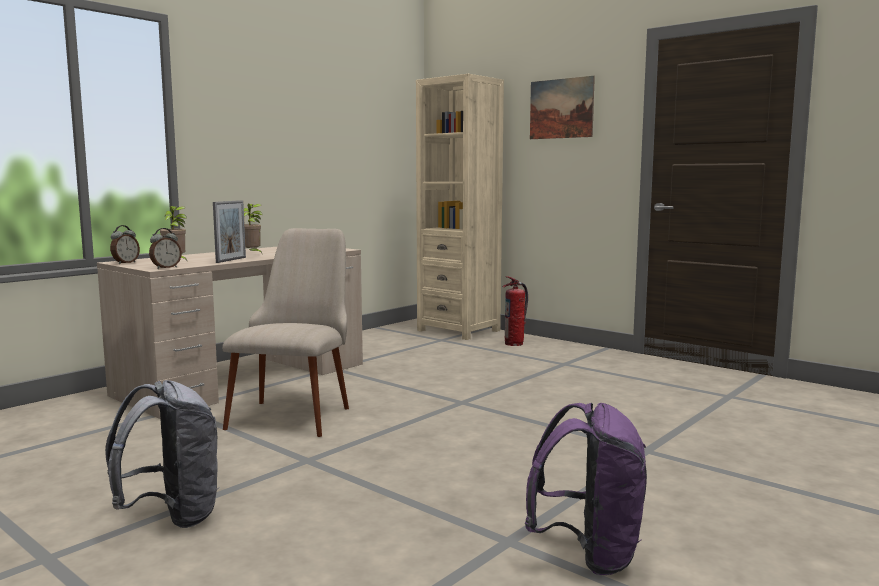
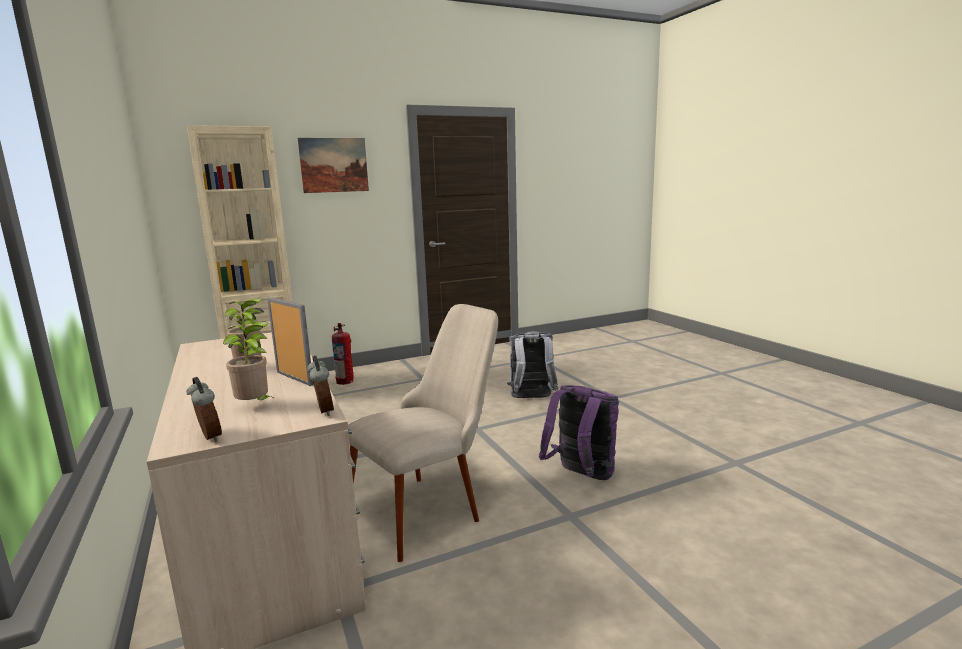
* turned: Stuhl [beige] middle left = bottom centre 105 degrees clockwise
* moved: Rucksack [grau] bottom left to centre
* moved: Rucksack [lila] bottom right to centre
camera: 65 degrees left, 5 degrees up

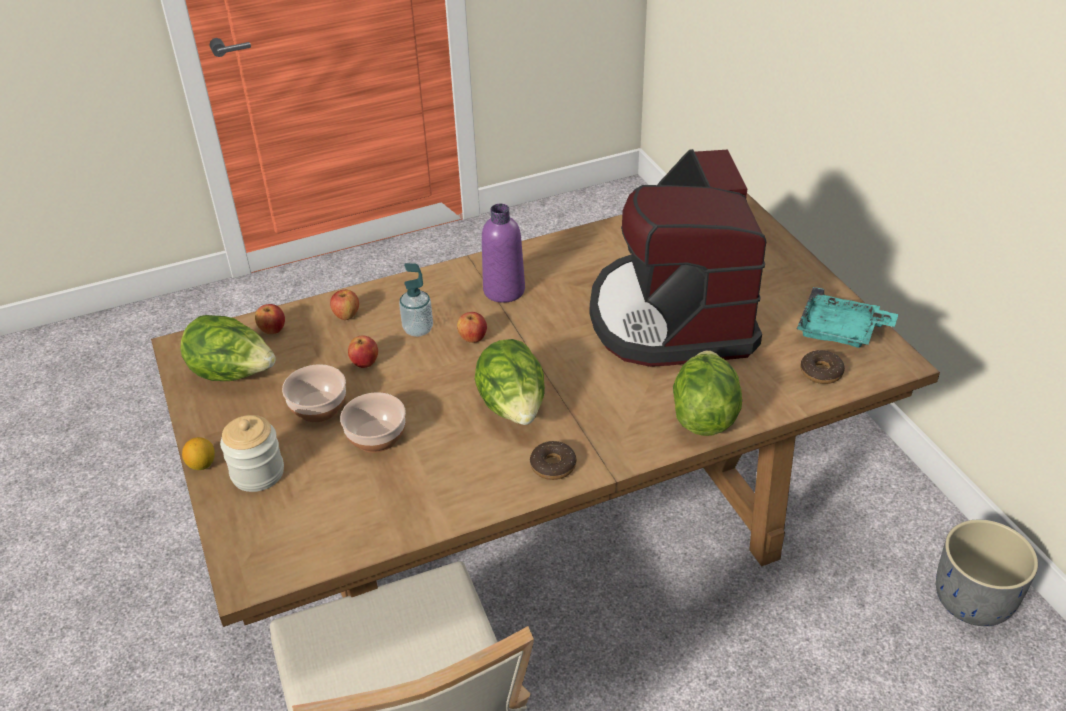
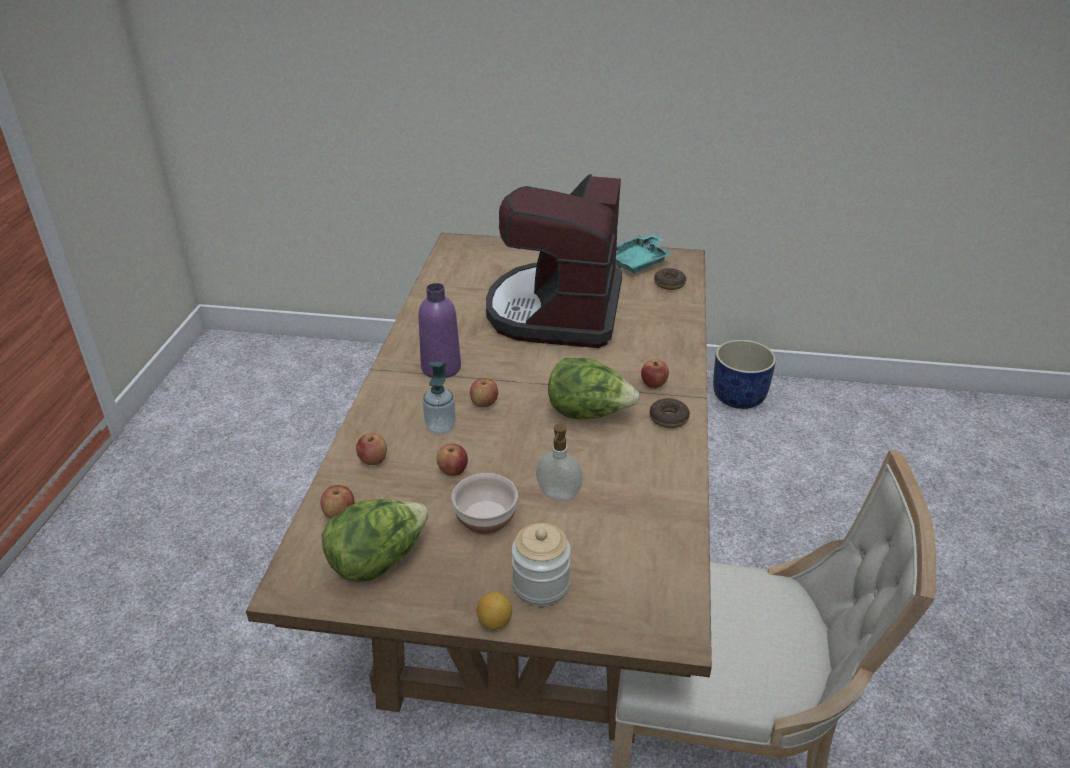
* turned: Kaffeemaschine centre = centre 75 degrees clockwise
* replaced: Schüssel (2nd from left) centre to Seifenspender (2nd from left) centre
* added: Apfel (5th from left) centre
* recoloured: Pflanzkübel [grau] bottom right to Pflanzkübel [blau] middle right
* removed: Salatkopf (3rd from left) centre
camera: 60 degrees left, 5 degrees down

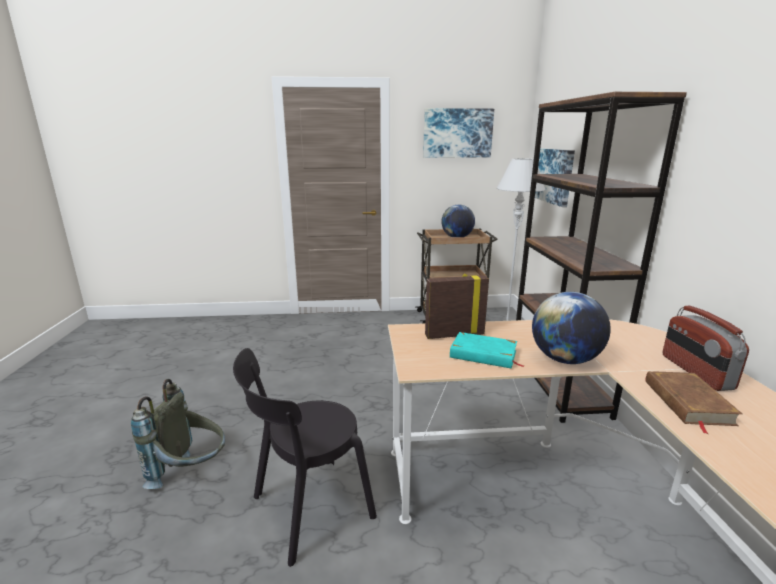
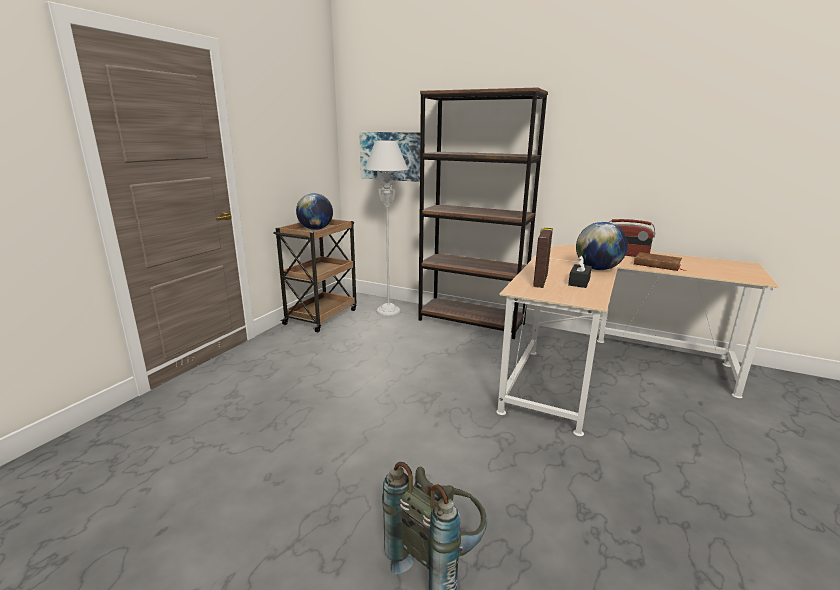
* replaced: Buch [türkis] centre to Taschentuchbox [schwarz] middle right
* removed: Stuhl [schwarz] bottom centre
* removed: Bild (1st from left) top centre
camera: 60 degrees left, 0 degrees up

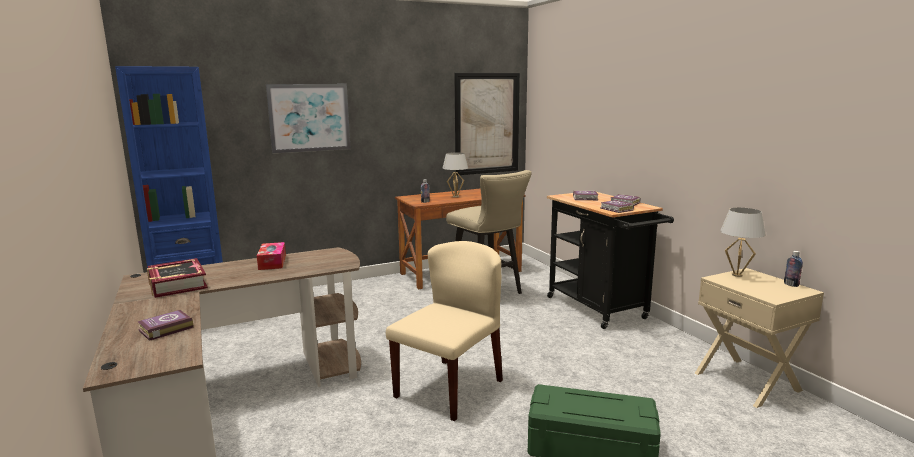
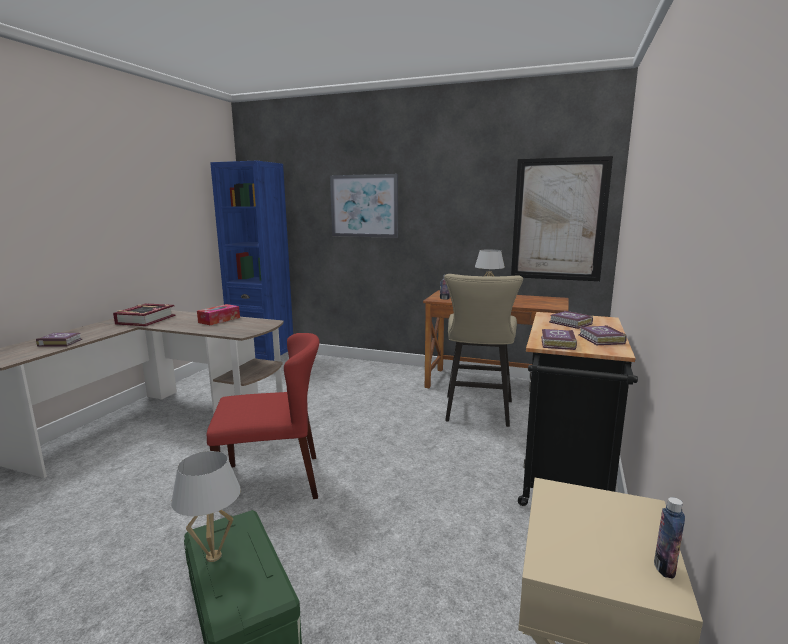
* moved: Tischlampe [weiß] (2nd from left in the first image) middle right to Tischlampe [weiß] (1st from left) bottom left
* recoloured: Stuhl [beige] bottom centre to Stuhl [rot] centre
camera: 45 degrees right, 0 degrees up

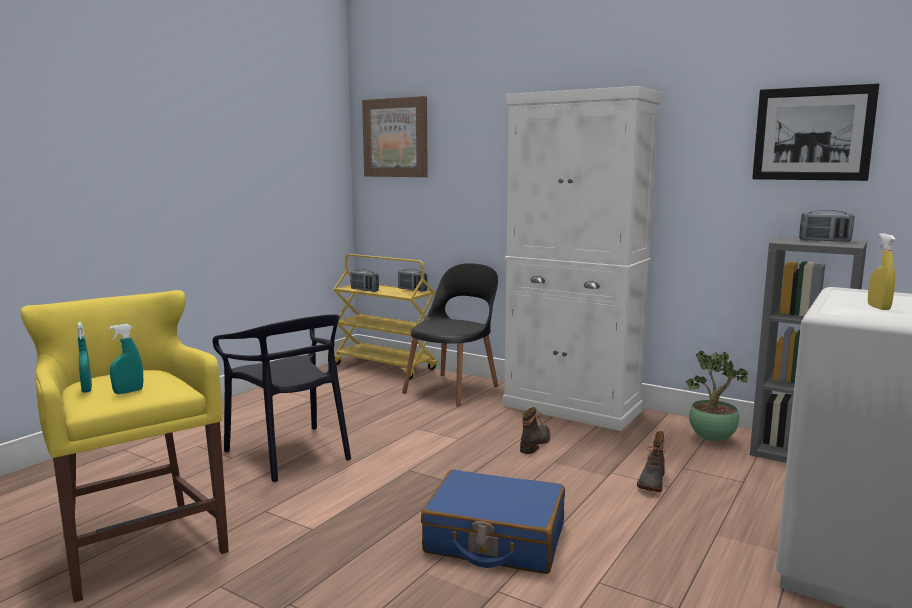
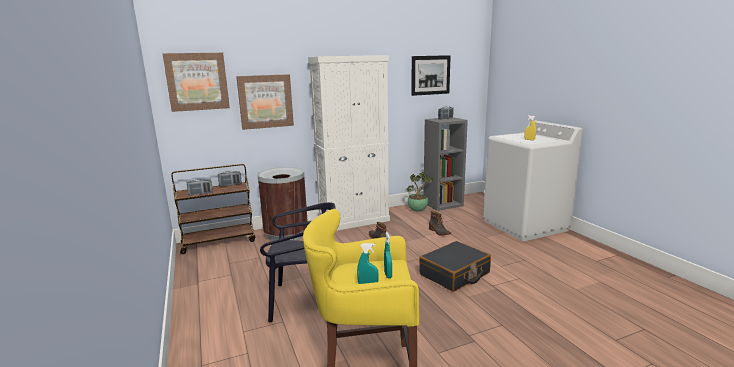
* recoloured: Rollwagen [gelb] centre to Rollwagen [braun] middle left
* added: Bild (2nd from left) top centre
* replaced: Stuhl [schwarz] (2nd from left) centre to Mülleimer [braun] centre
* recoloured: Koffer [blau] bottom centre to Koffer [schwarz] bottom centre
camera: 55 degrees left, 5 degrees up

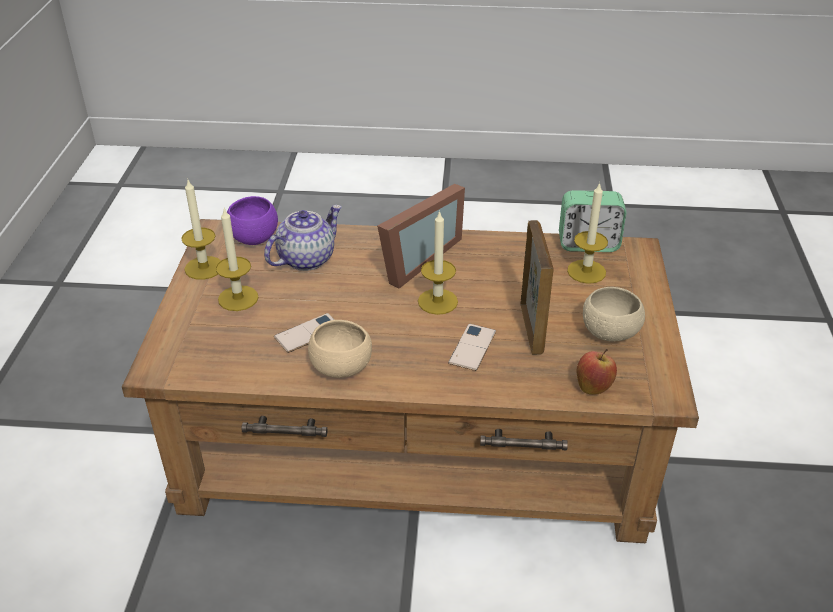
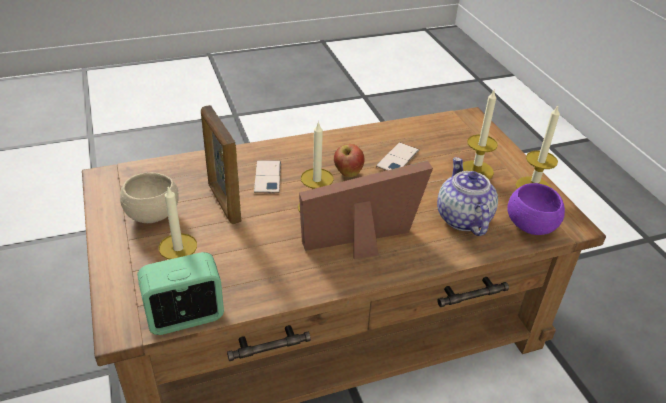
* turned: Bilderrahmen (1st from left in the first image) centre = centre 60 degrees clockwise
* moved: Apfel middle right to centre
* turned: Teekanne centre = middle right 150 degrees clockwise
* removed: Schüssel [beige] (1st from left) centre
camera: 155 degrees right, 0 degrees up

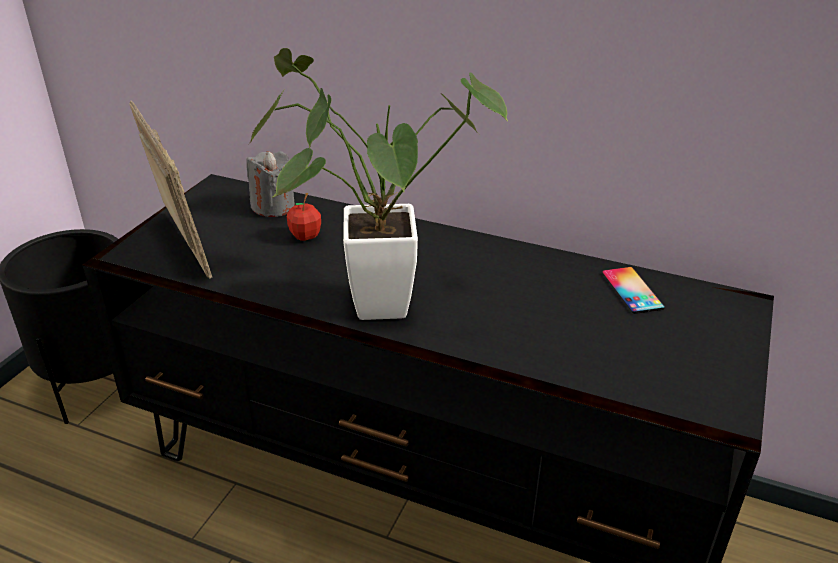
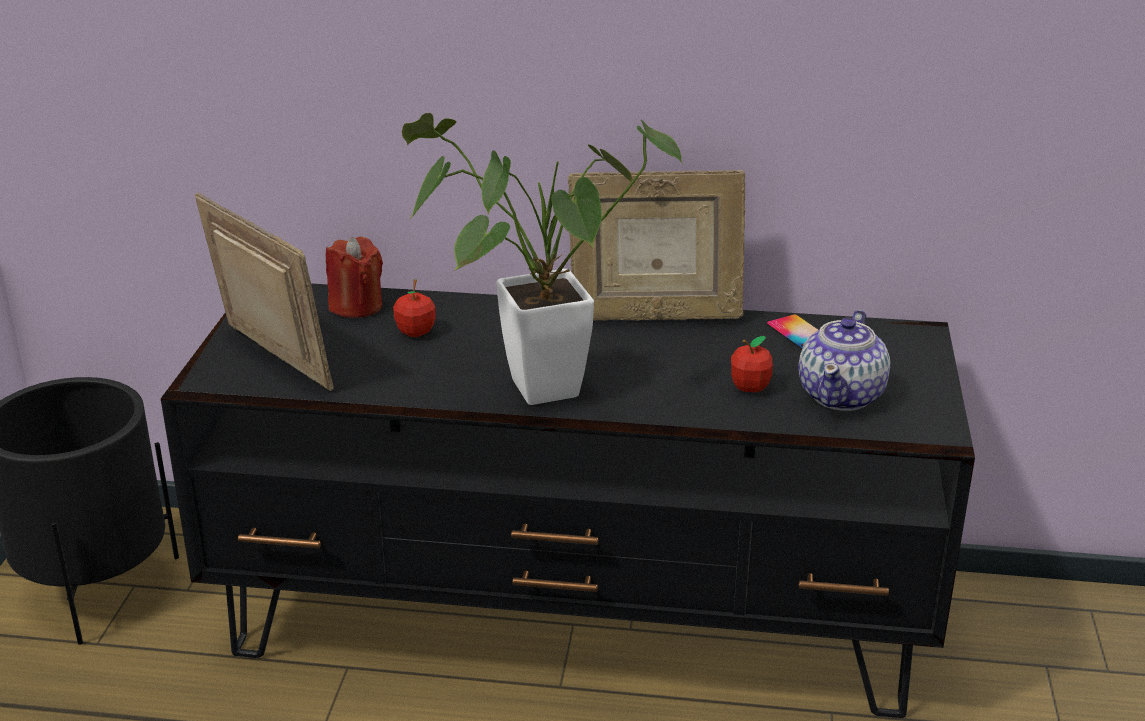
* recoloured: Kerze [grau] top left to Kerze [rot] middle left
* added: Bilderrahmen (2nd from left) centre
* added: Apfel (2nd from left) centre
* added: Teekanne middle right
camera: 15 degrees left, 5 degrees down

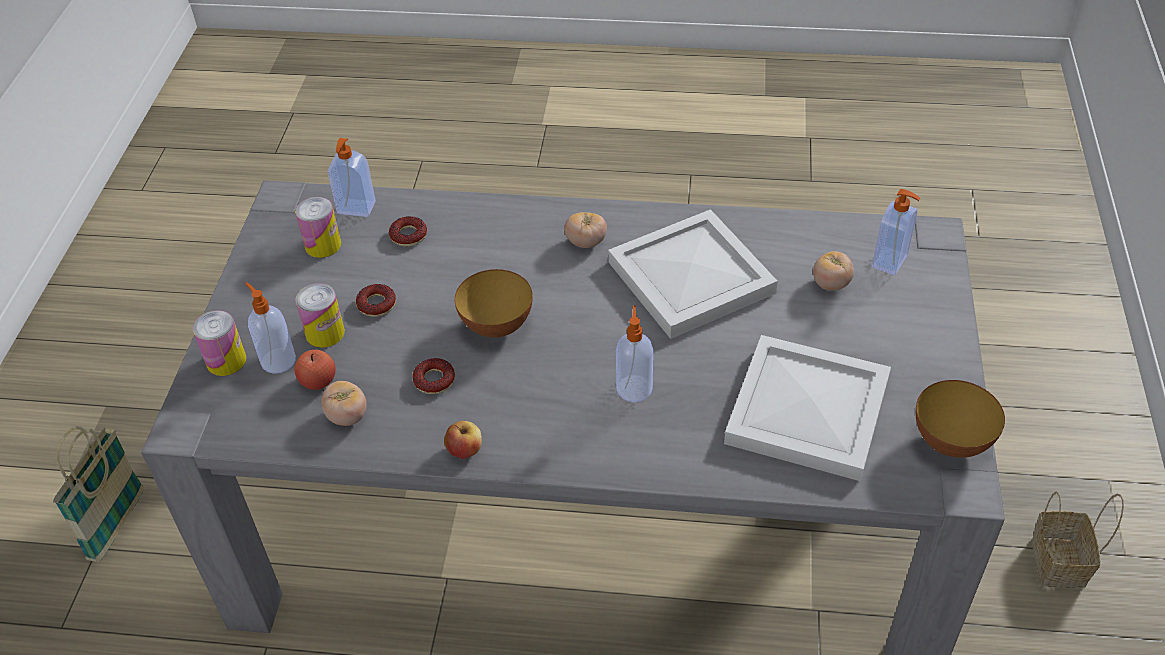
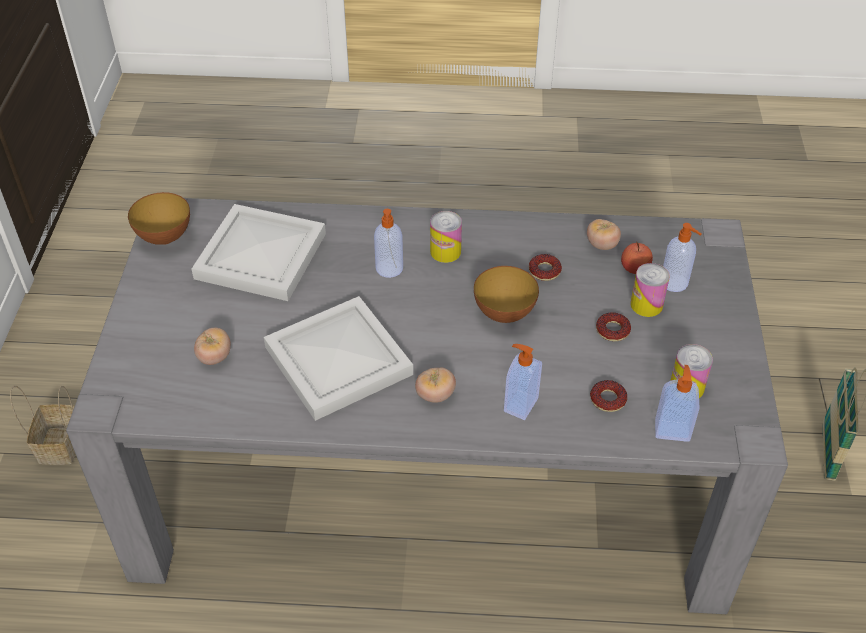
* moved: Dose (1st from left) middle left to centre
* moved: Seifenspender (4th from left in the first image) middle right to Seifenspender (2nd from left) centre
* removed: Apfel (2nd from left) bottom centre
camera: 175 degrees right, 0 degrees up

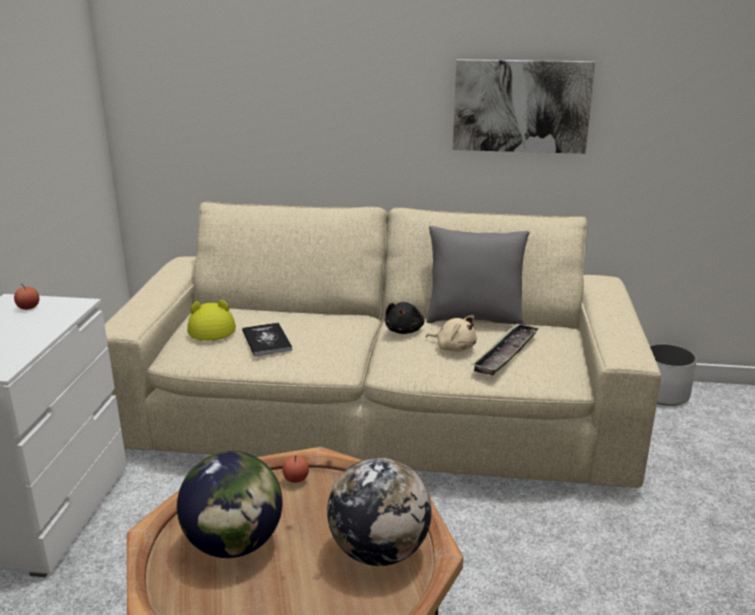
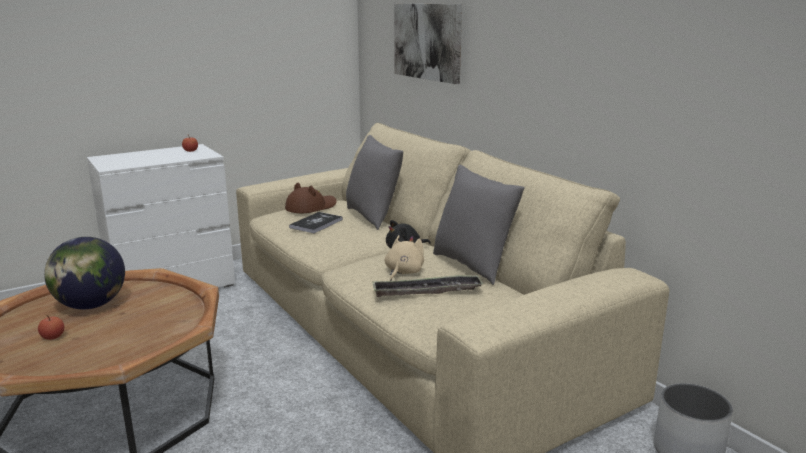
* moved: Apfel (2nd from left in the first image) bottom centre to Apfel (1st from left) bottom left
* recoloured: Hut [gelb] middle left to Hut [braun] centre
* added: Kissen [grau] (1st from left) centre
* turned: Plüschtier [beige] centre = centre 150 degrees counterclockwise
* moved: Bild top right to top centre
* removed: Globus (2nd from left) bottom centre
camera: 50 degrees right, 5 degrees down

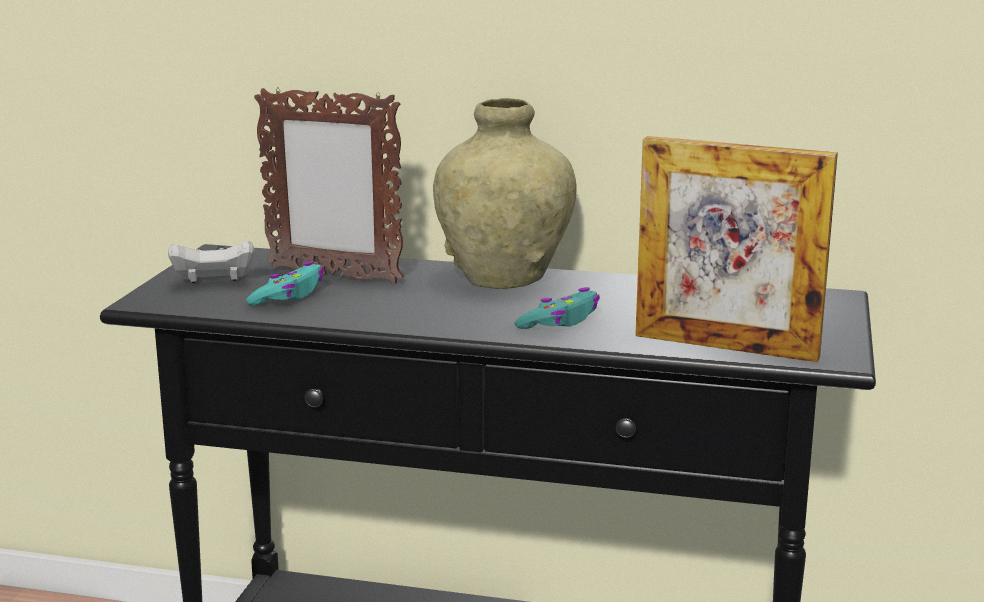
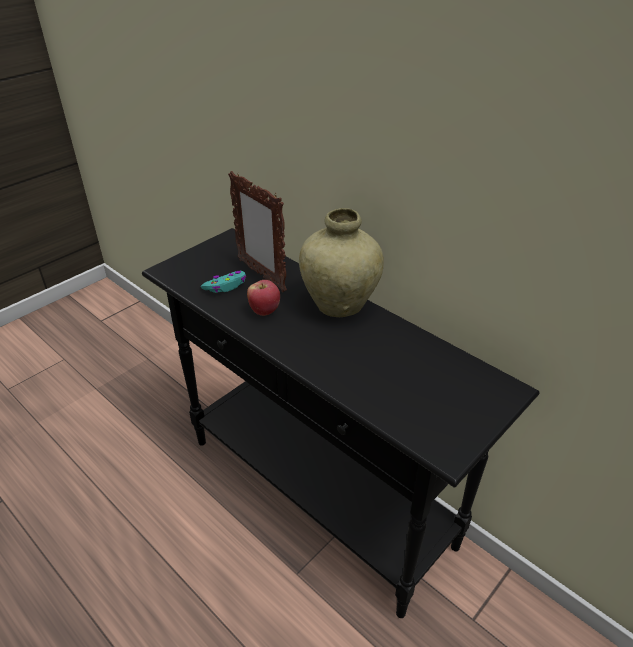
* added: Apfel centre
* removed: Gamepad [weiß] middle left
* removed: Gamepad [türkis] (2nd from left) centre
* removed: Bilderrahmen (2nd from left) middle right
camera: 30 degrees right, 20 degrees up

